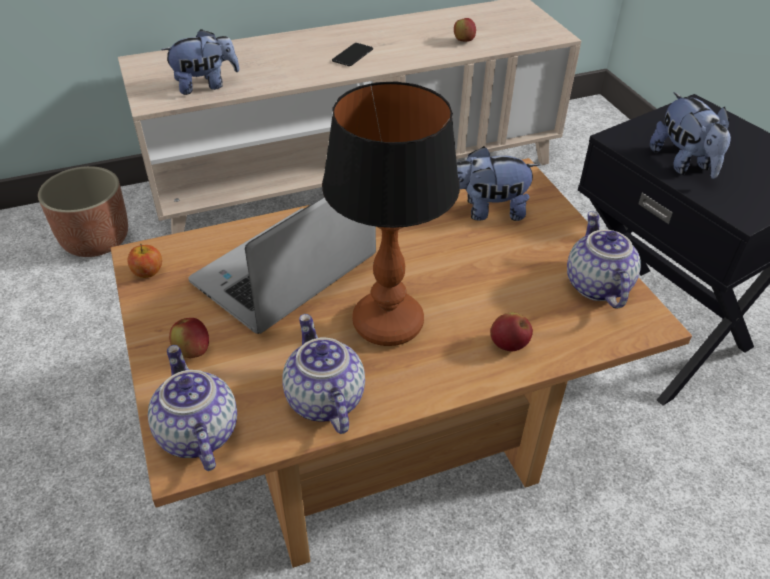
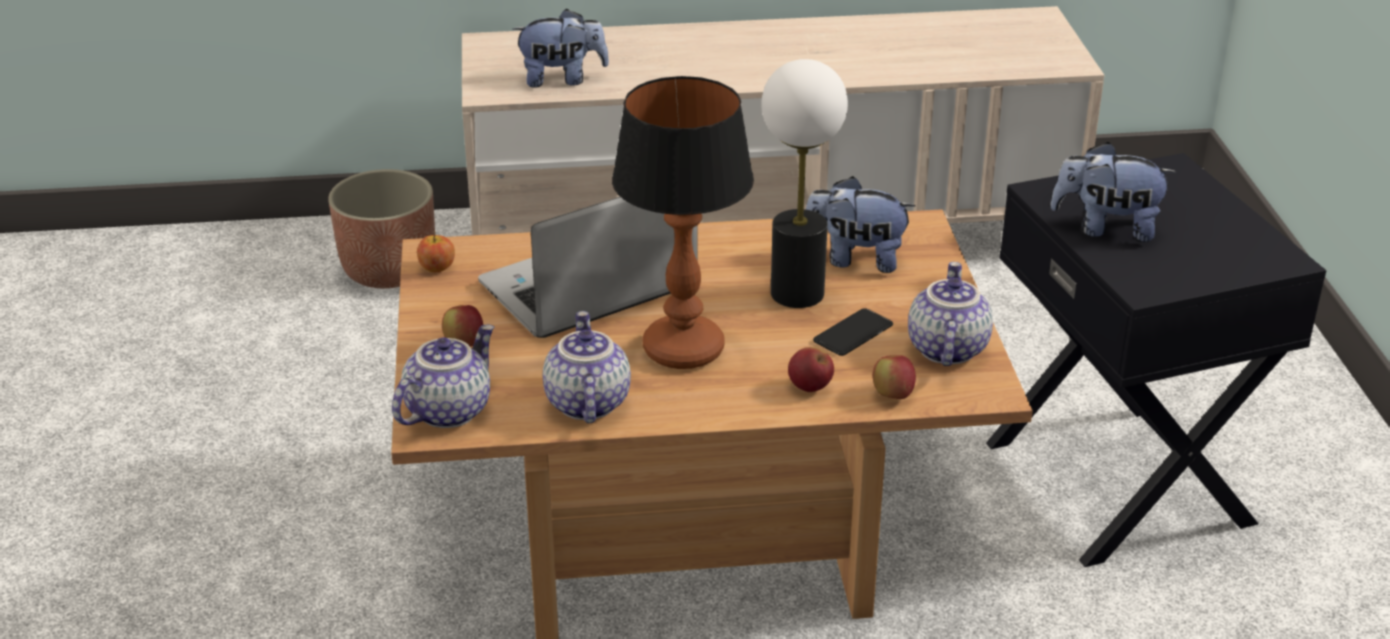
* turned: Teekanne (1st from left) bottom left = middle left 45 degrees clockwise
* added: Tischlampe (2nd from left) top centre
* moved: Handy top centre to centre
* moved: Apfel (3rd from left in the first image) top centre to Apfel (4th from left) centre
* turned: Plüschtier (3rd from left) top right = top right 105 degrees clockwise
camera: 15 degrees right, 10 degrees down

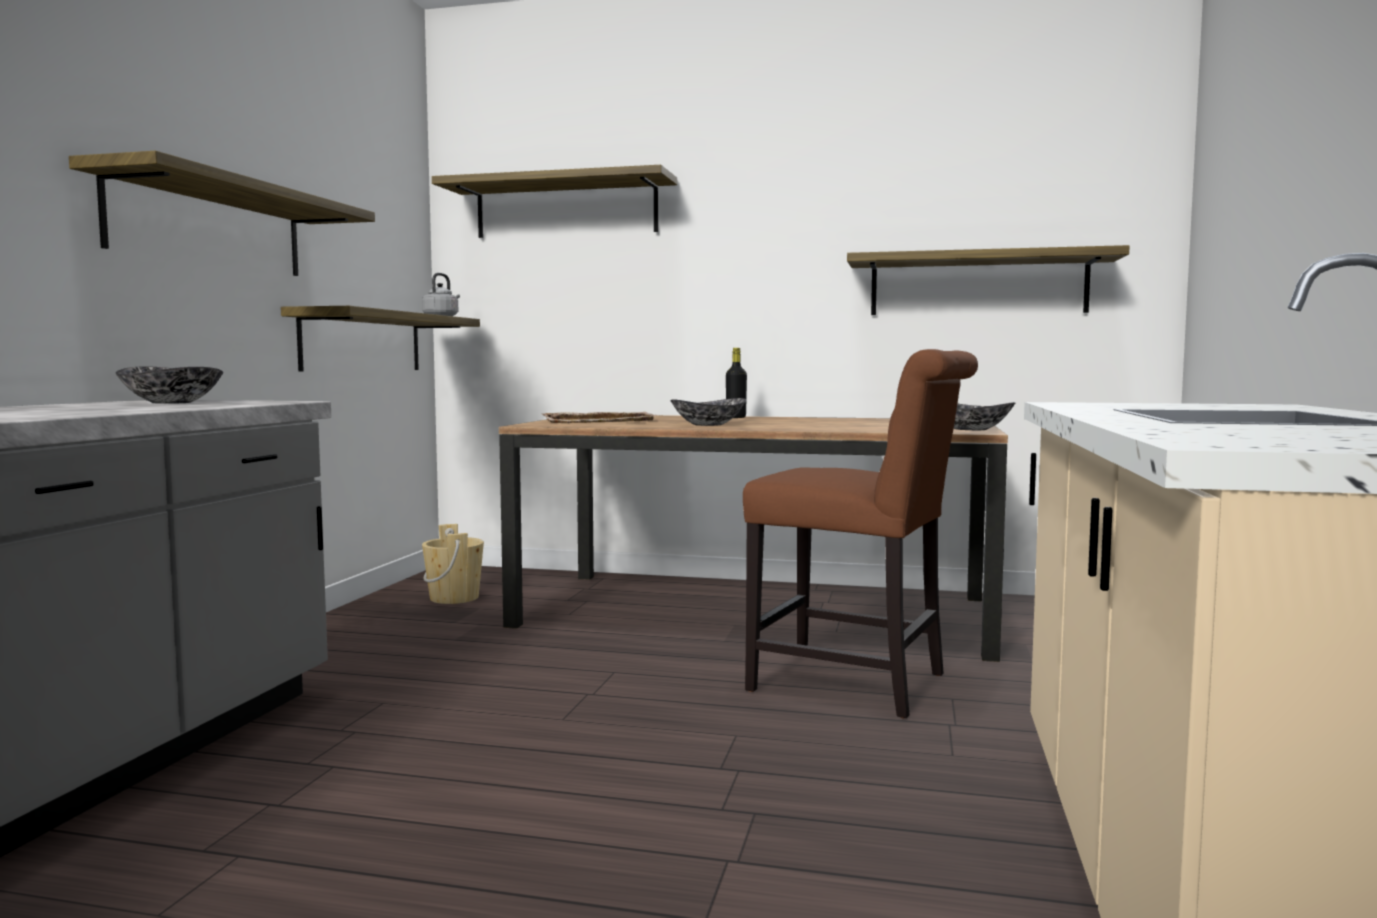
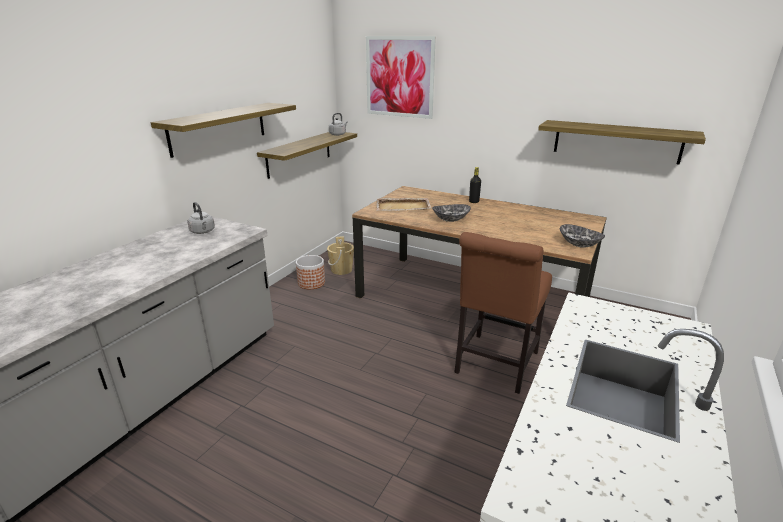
* replaced: Schüssel (1st from left) middle left to Wasserkessel [grau] (1st from left) middle left
* added: Pflanzkübel centre
* replaced: Wandregal (3rd from left) top centre to Bild top centre
* turned: Stuhl [braun] centre = centre 75 degrees clockwise
camera: 15 degrees right, 20 degrees up

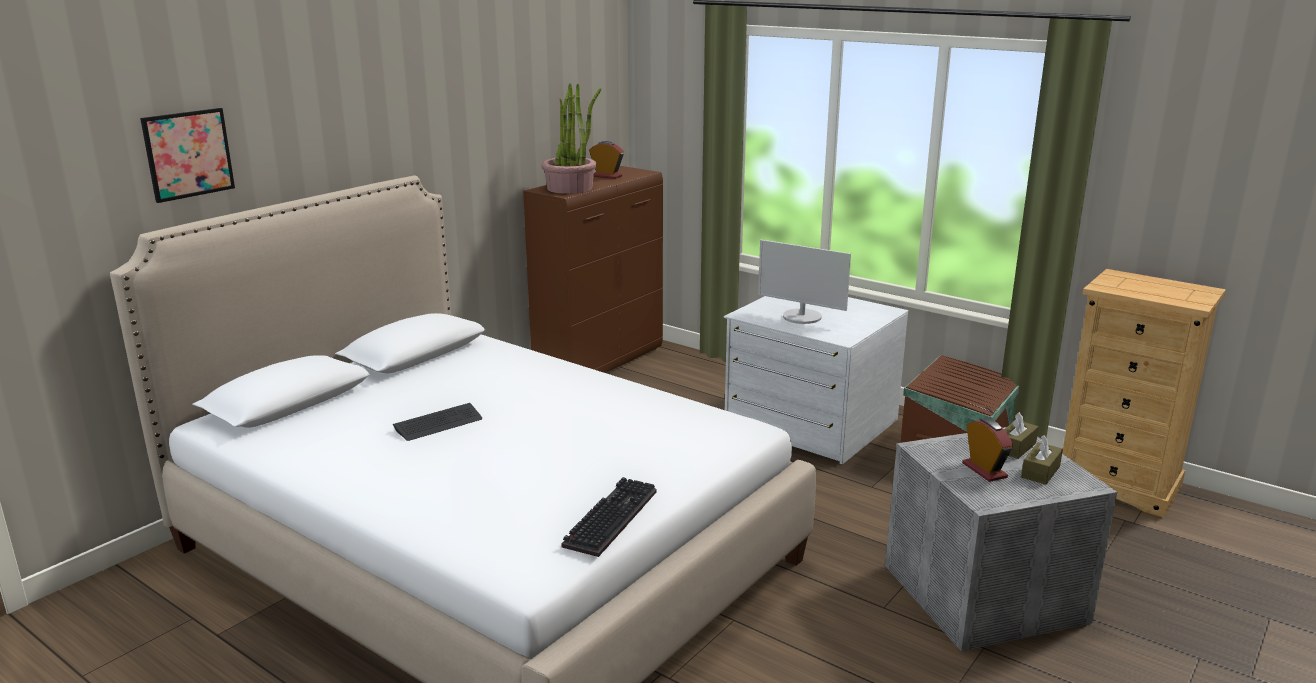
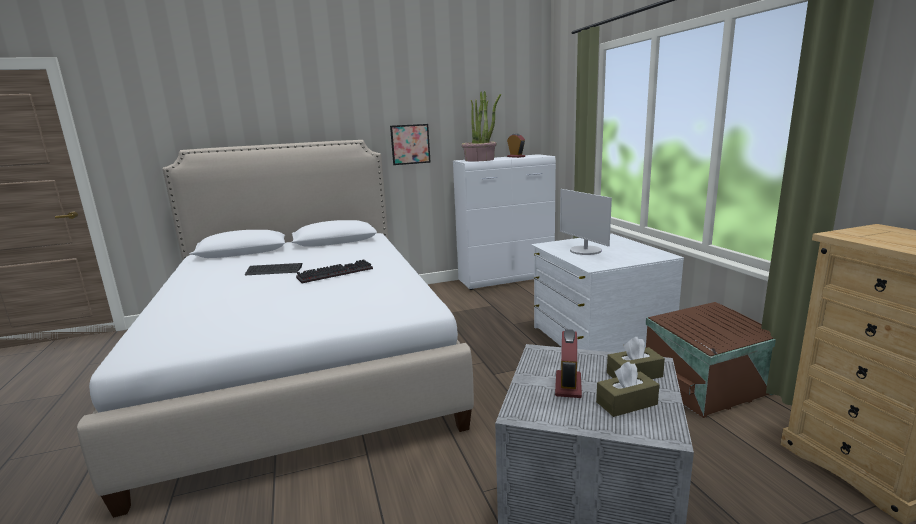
* moved: Tastatur (2nd from left) bottom centre to centre
* moved: Bild top left to top centre
* recoloured: Schrank [braun] centre to Schrank [weiß] centre
camera: 35 degrees right, 5 degrees down

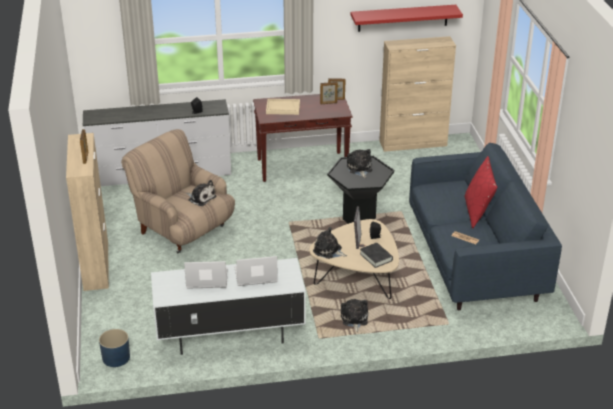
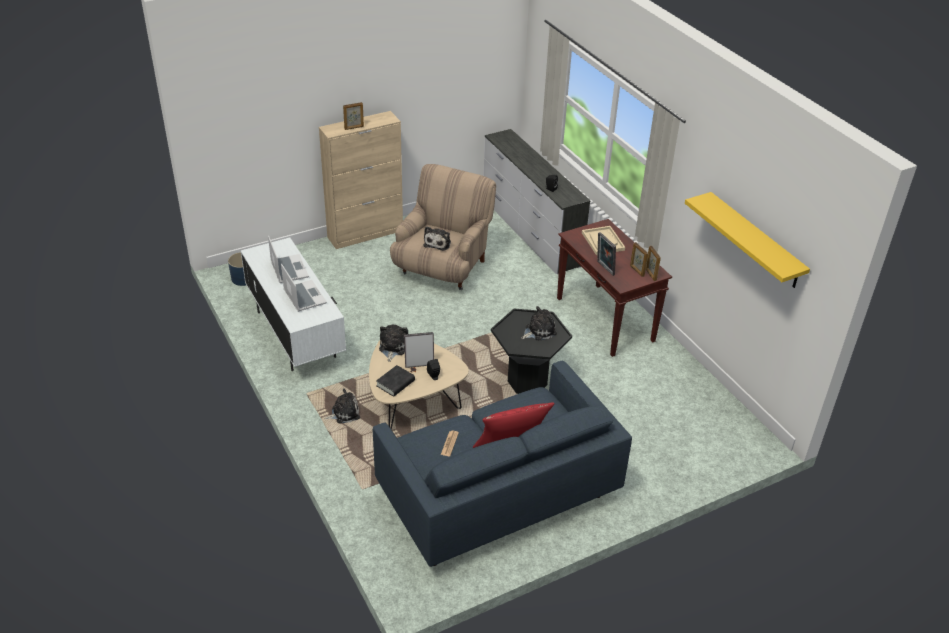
* added: Bilderrahmen (3rd from left) centre
* recoloured: Wandregal [rot] top centre to Wandregal [gelb] middle right
* removed: Schrank [beige] (2nd from left) top right
camera: 70 degrees right, 5 degrees up

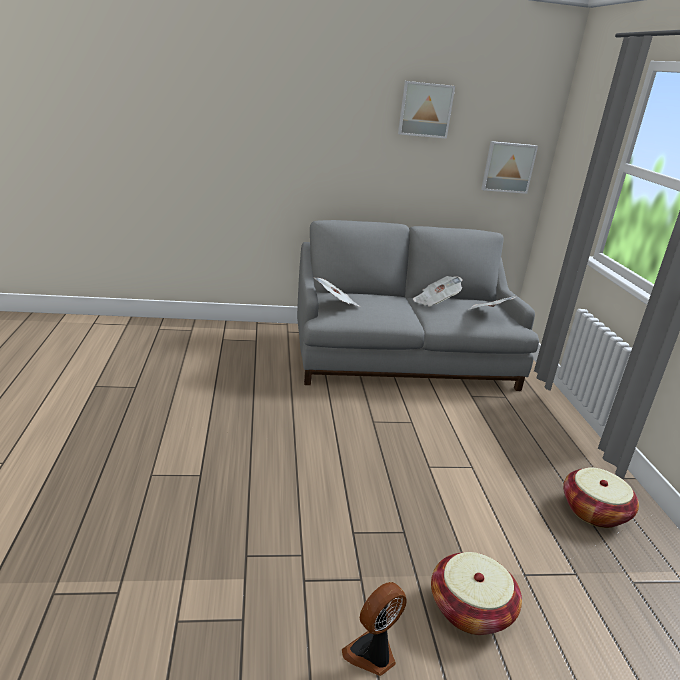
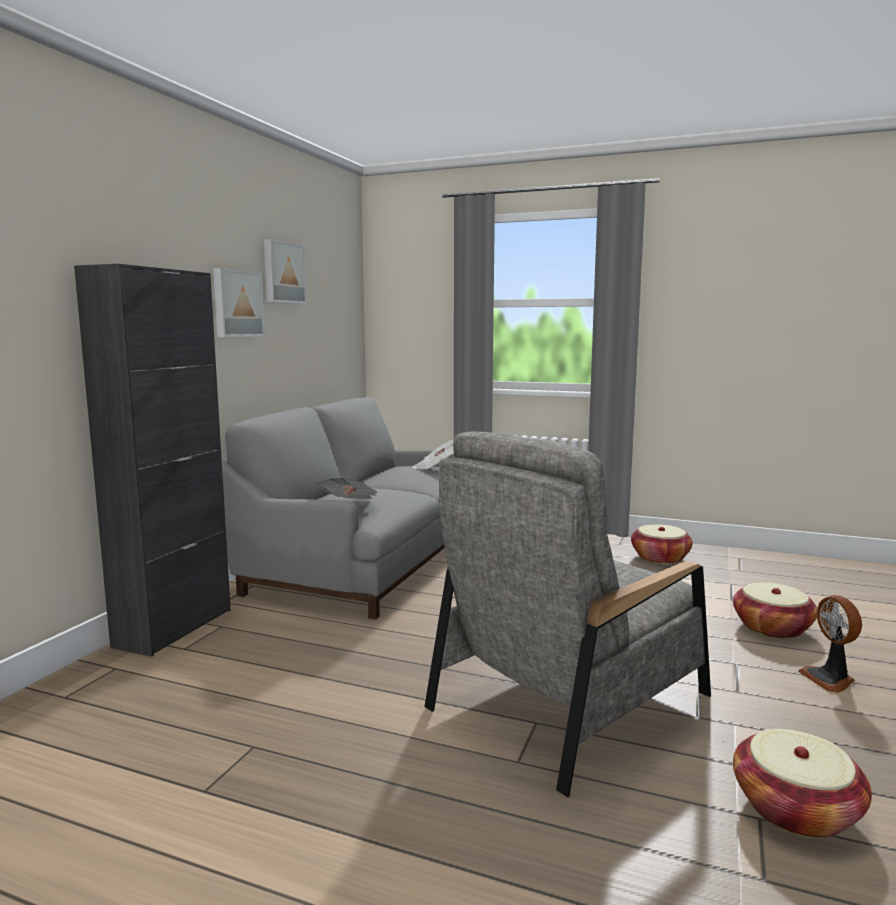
* added: Schrank [schwarz] middle left
* moved: Bild (2nd from left in the first image) top right to Bild (1st from left) middle left
* added: Sessel [grau] bottom centre
* added: Korb (3rd from left) bottom right
* removed: Zeitung (2nd from left) centre
camera: 60 degrees left, 15 degrees down

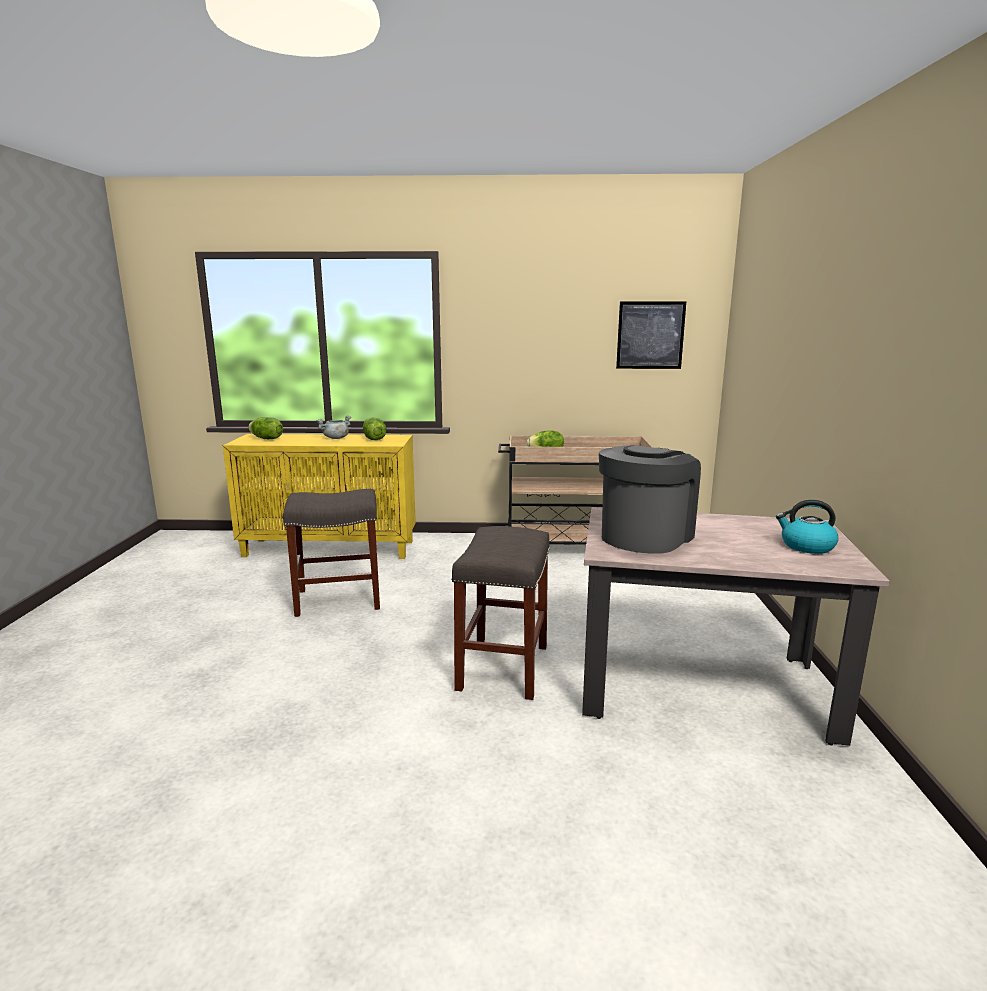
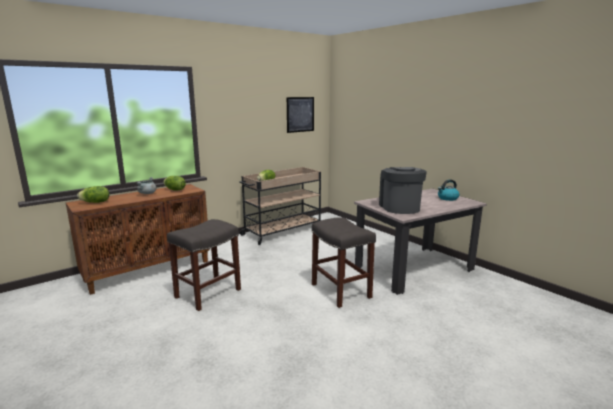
* recoloured: Schrank [gelb] middle left to Schrank [braun] middle left
camera: 40 degrees left, 0 degrees up

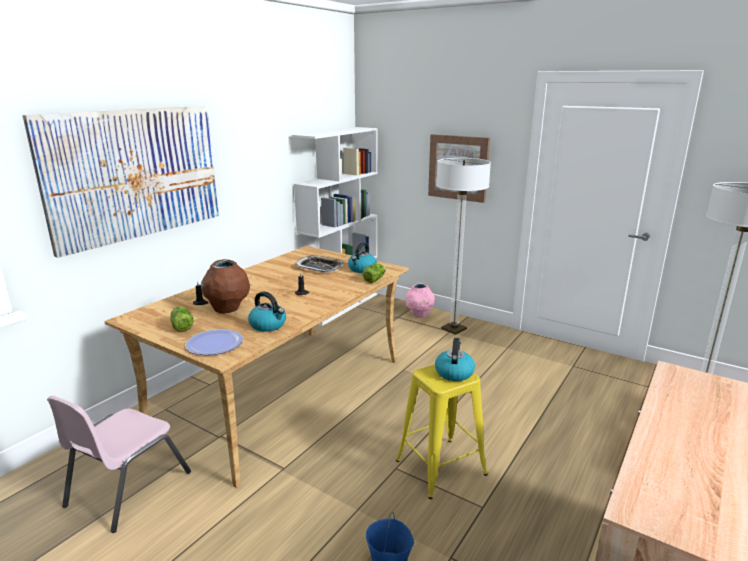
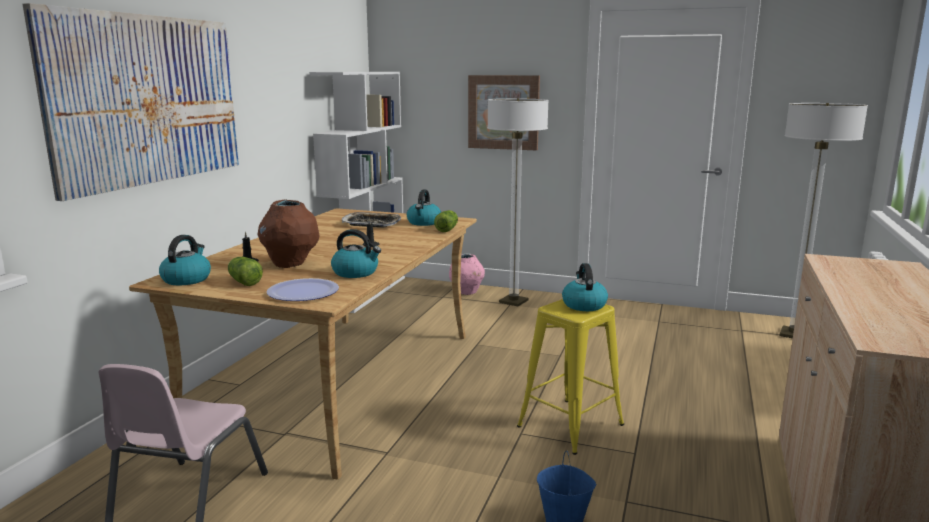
* added: Wasserkessel (1st from left) middle left
camera: 15 degrees left, 5 degrees down

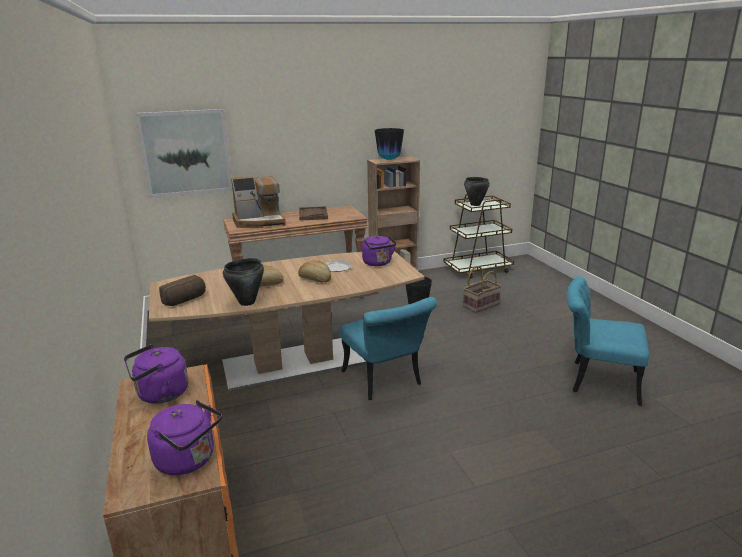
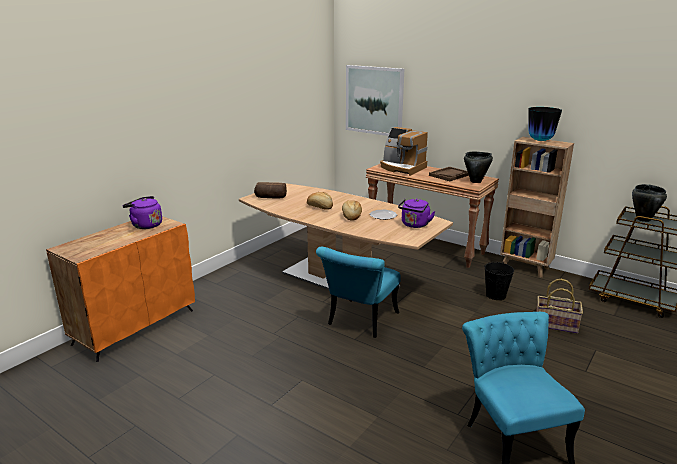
* moved: Kochtopf [schwarz] (1st from left) middle left to middle right
* removed: Wasserkessel [lila] (2nd from left) bottom left
camera: 55 degrees right, 0 degrees up

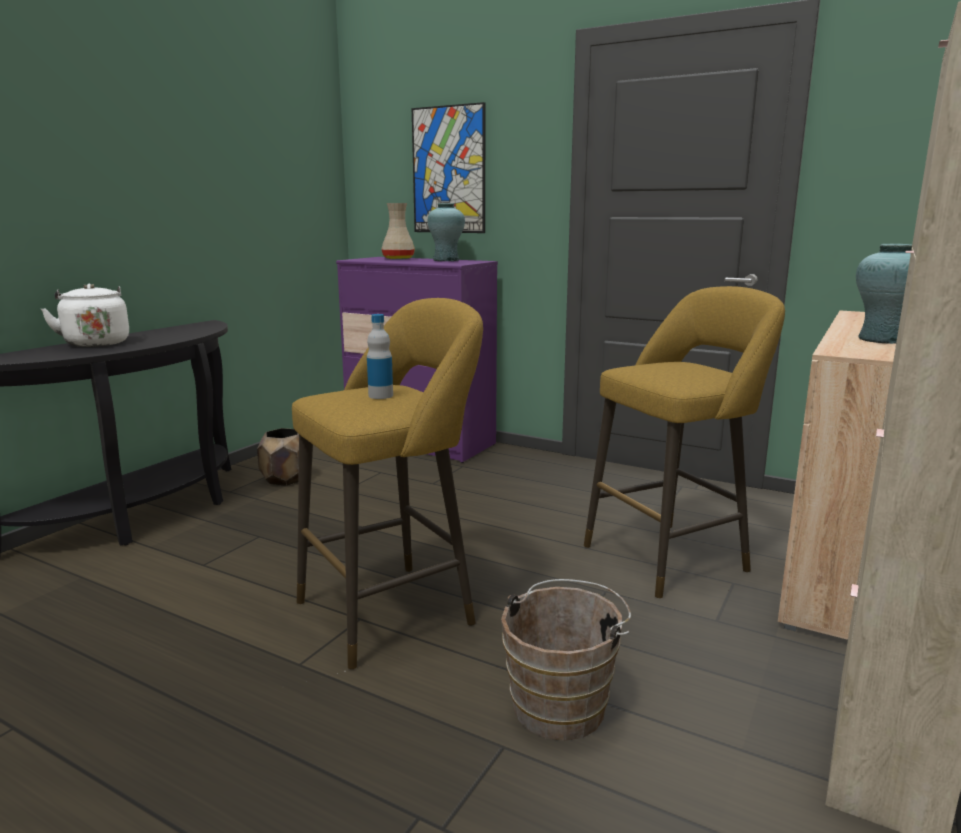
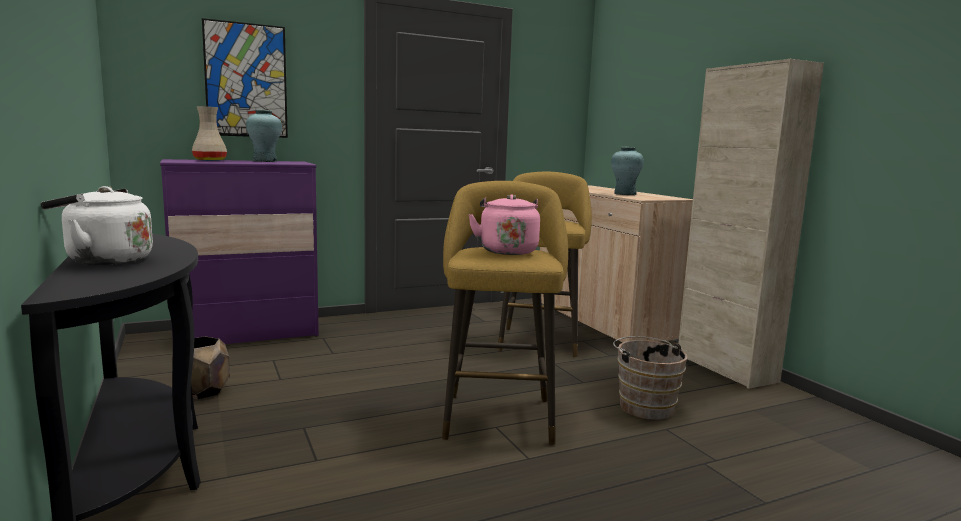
* replaced: Flasche centre to Wasserkessel [rosa] centre
camera: 55 degrees left, 5 degrees down

